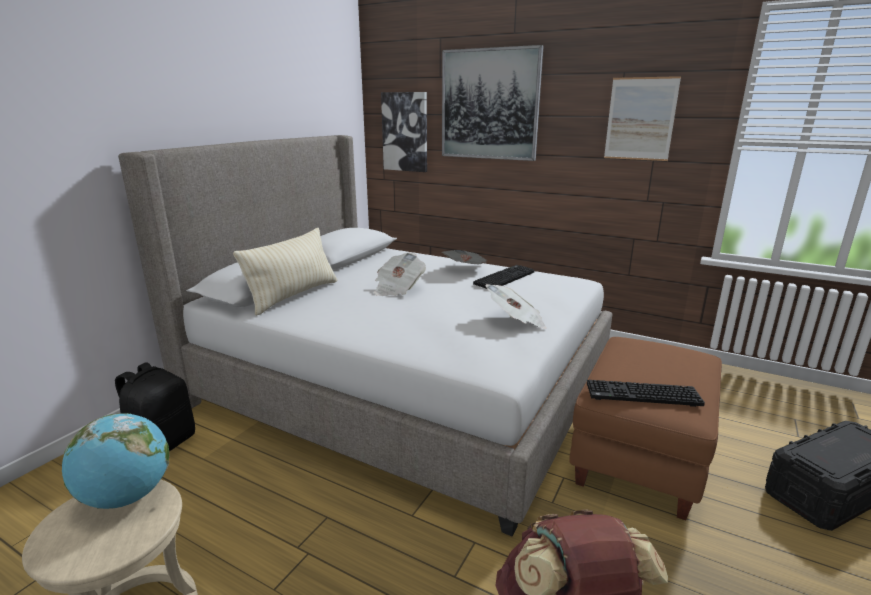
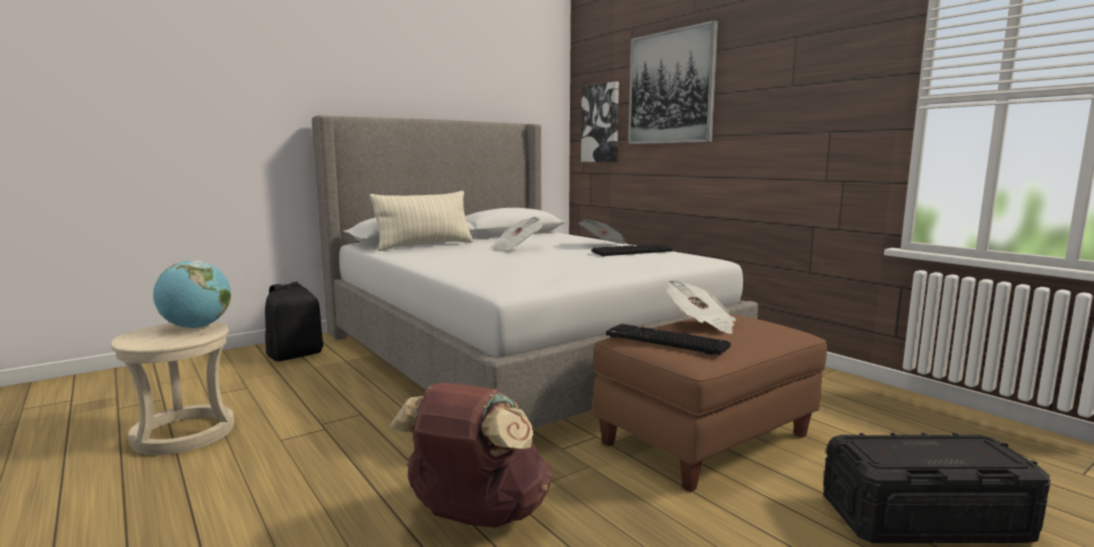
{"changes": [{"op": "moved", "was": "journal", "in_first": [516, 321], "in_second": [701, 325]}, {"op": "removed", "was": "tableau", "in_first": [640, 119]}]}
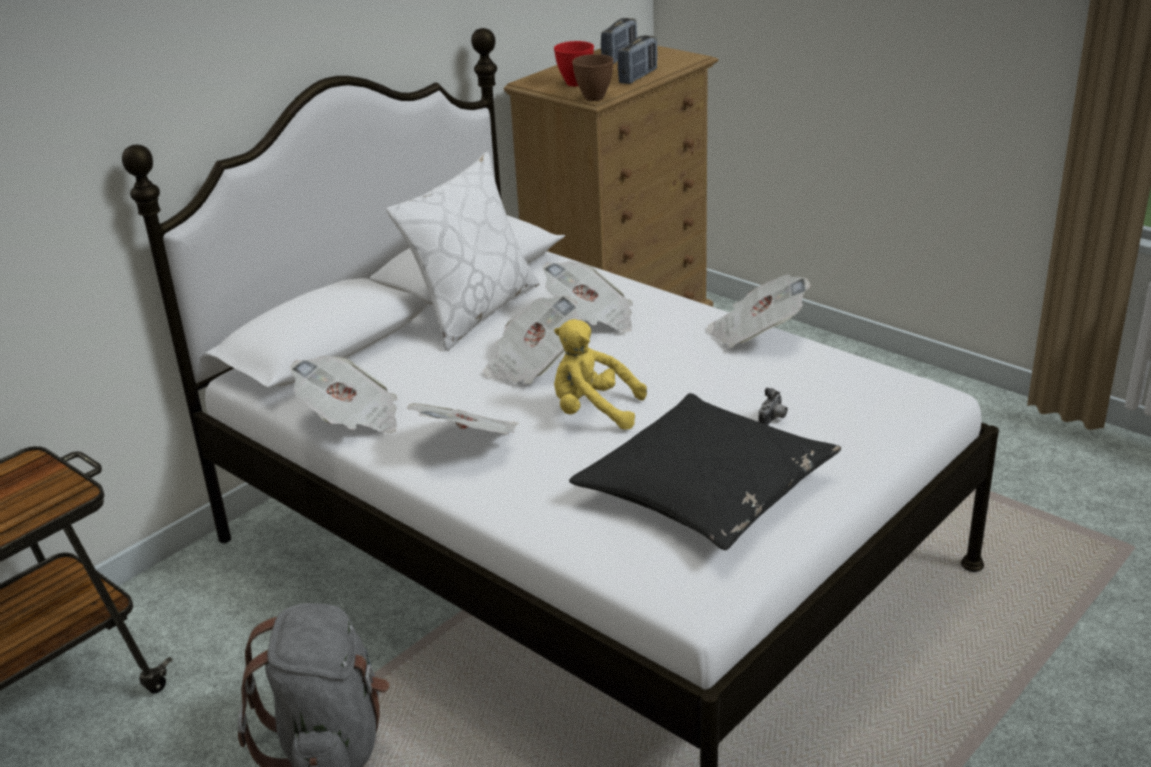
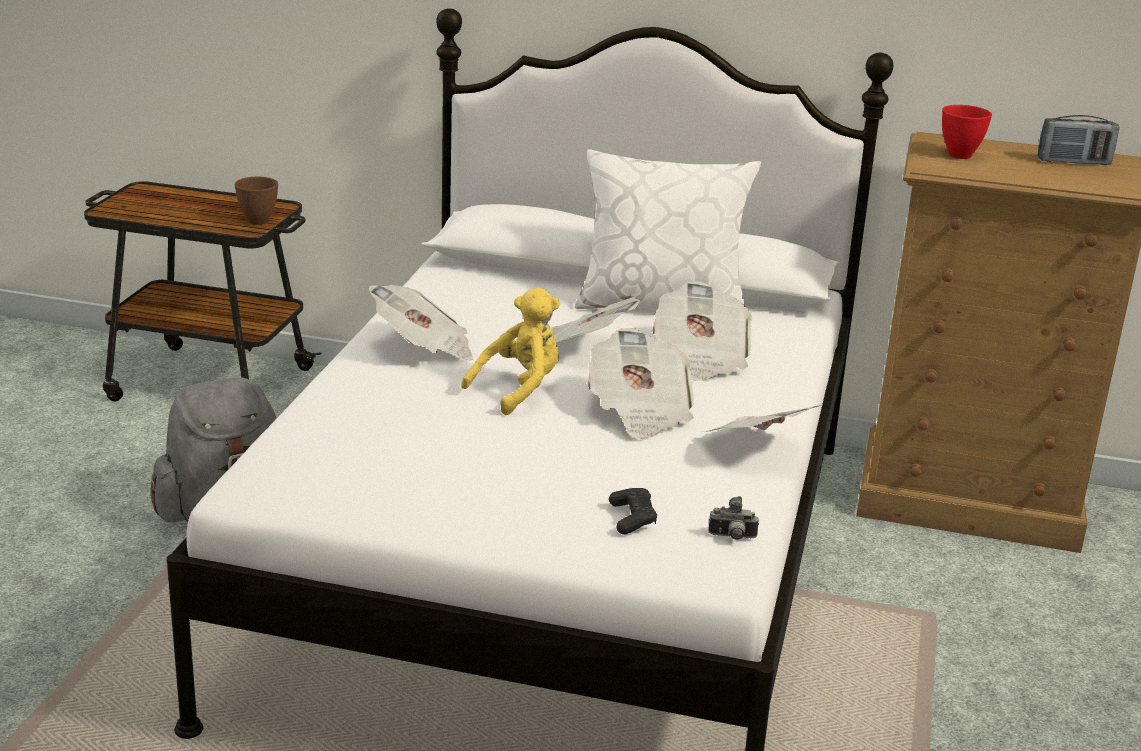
{"changes": [{"op": "moved", "was": "journal", "in_first": [352, 419], "in_second": [639, 411]}, {"op": "turned", "was": "peluche (jaune)", "in_first": [593, 411], "in_second": [519, 390], "clockwise": 60}, {"op": "removed", "was": "coussin (noir)", "in_first": [705, 489]}, {"op": "moved", "was": "bol (marron)", "in_first": [595, 98], "in_second": [258, 221]}, {"op": "removed", "was": "radio", "in_first": [638, 76]}, {"op": "moved", "was": "appareil photo", "in_first": [773, 420], "in_second": [732, 537]}, {"op": "added", "now": "manette (noir)", "in_second": [632, 519]}]}
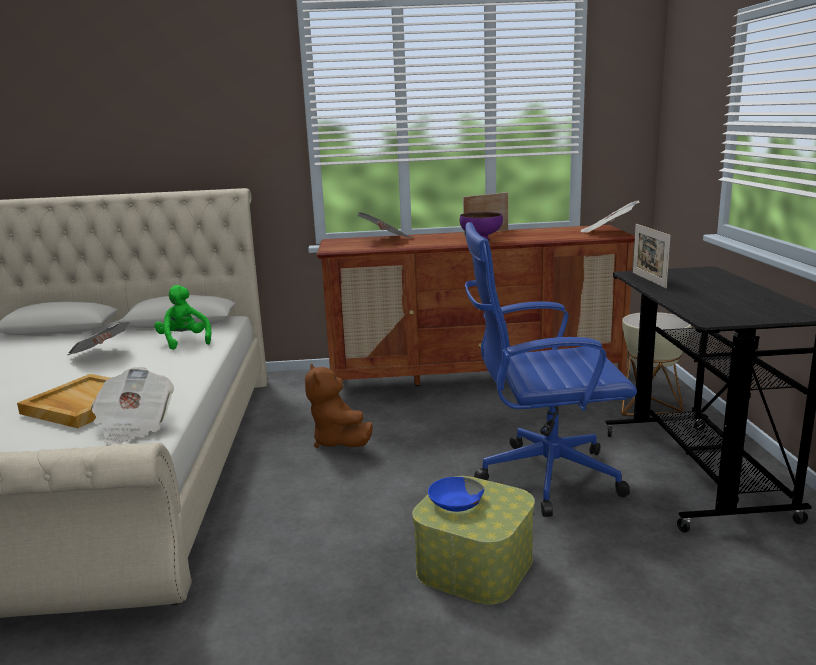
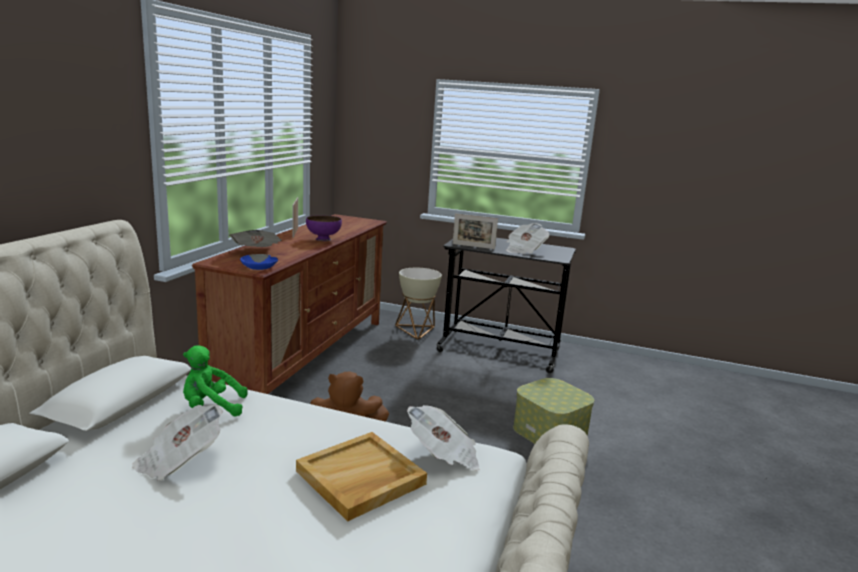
{"changes": [{"op": "moved", "was": "bol (bleu)", "in_first": [455, 503], "in_second": [259, 267]}, {"op": "removed", "was": "chaise de bureau (bleu)", "in_first": [542, 477]}, {"op": "moved", "was": "journal", "in_first": [607, 232], "in_second": [524, 250]}]}
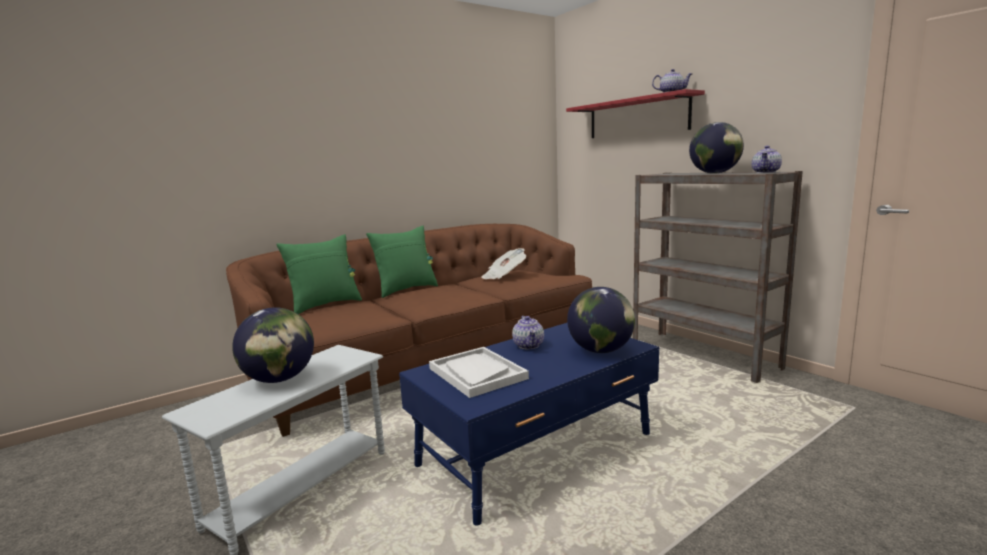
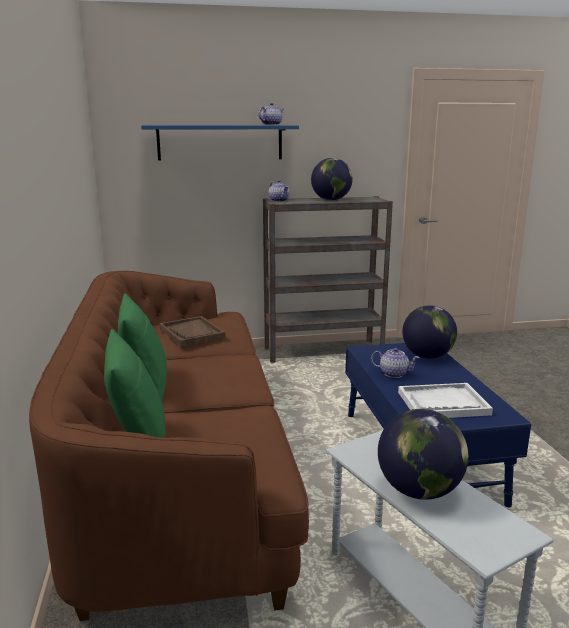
{"changes": [{"op": "replaced", "was": "journal", "now": "plateau (marron)", "in_first": [504, 276], "in_second": [191, 333]}, {"op": "recoloured", "was": "étagère (rouge)", "now": "étagère (bleu)", "in_first": [637, 117], "in_second": [220, 142]}, {"op": "moved", "was": "théière", "in_first": [766, 172], "in_second": [279, 201]}]}
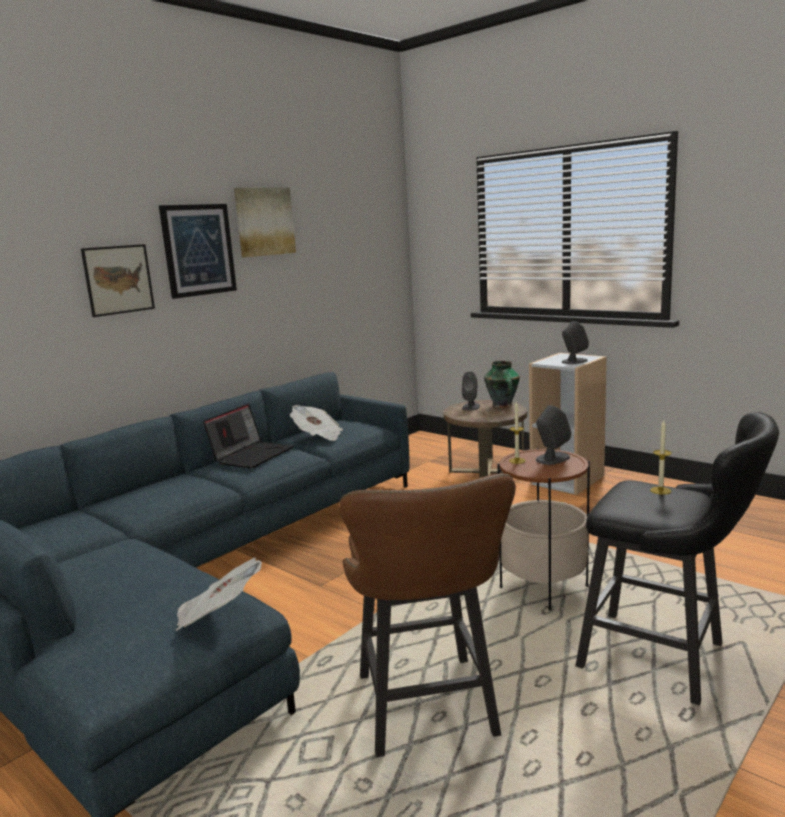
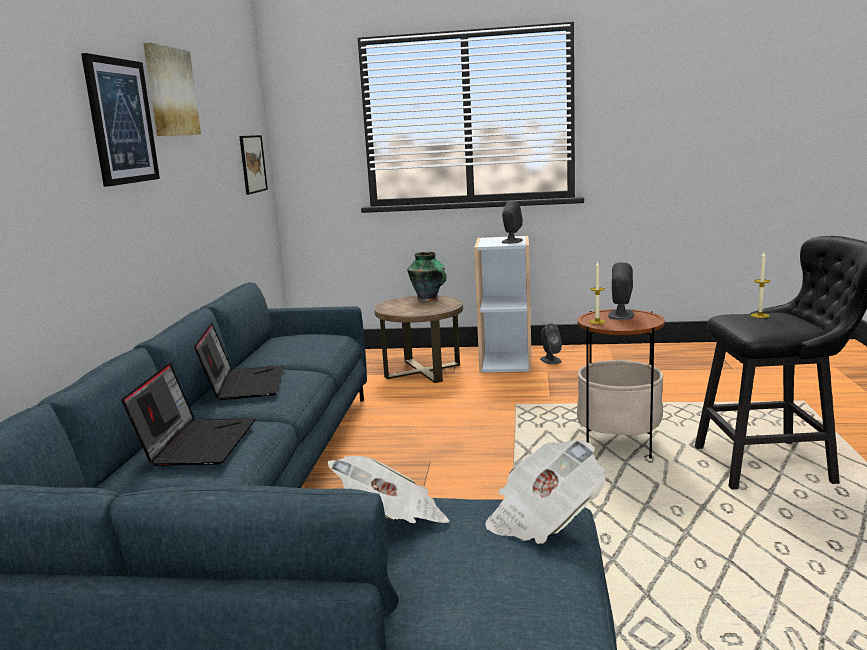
{"changes": [{"op": "moved", "was": "tableau", "in_first": [118, 279], "in_second": [252, 164]}, {"op": "moved", "was": "journal", "in_first": [318, 436], "in_second": [392, 518]}, {"op": "removed", "was": "tabouret (marron)", "in_first": [429, 718]}, {"op": "moved", "was": "enceinte (gris)", "in_first": [471, 407], "in_second": [550, 360]}, {"op": "added", "now": "ordinateur portable", "in_second": [198, 442]}]}
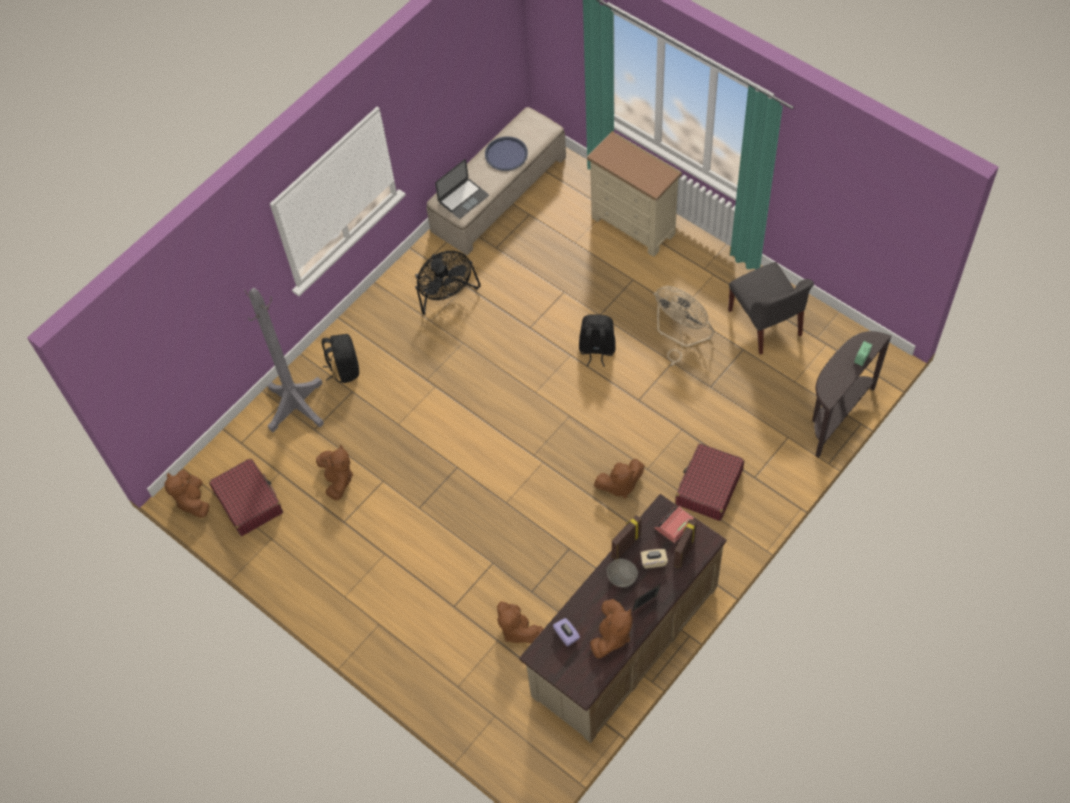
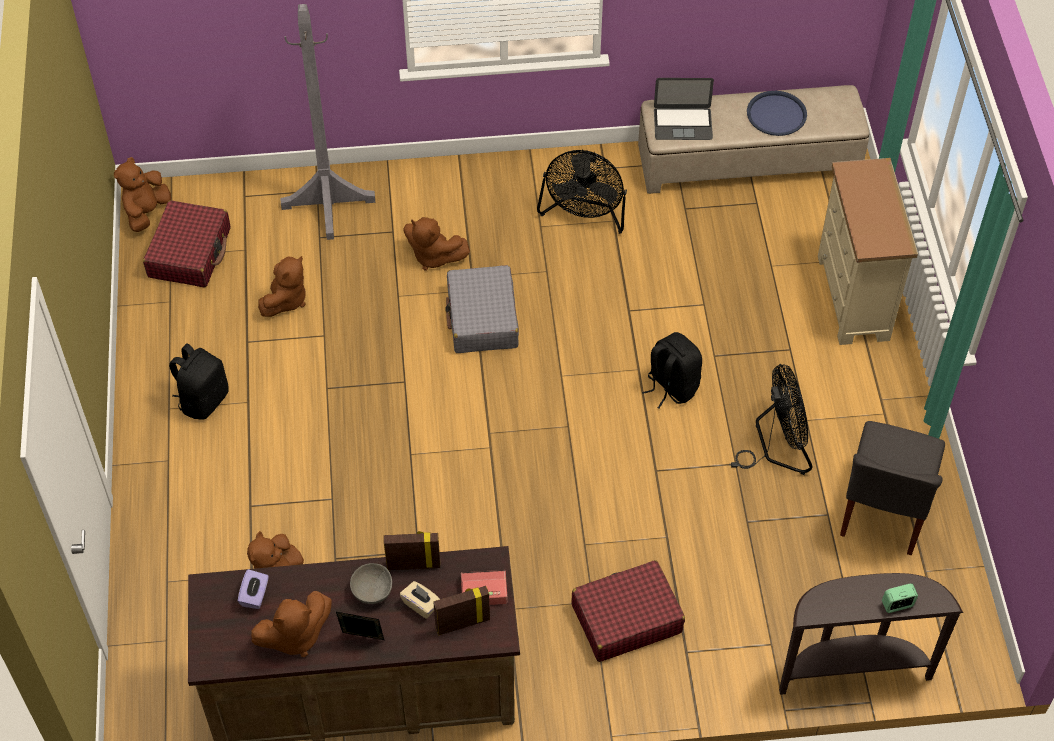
{"changes": [{"op": "moved", "was": "sac à dos (noir)", "in_first": [344, 369], "in_second": [203, 400]}, {"op": "moved", "was": "peluche (marron)", "in_first": [619, 485], "in_second": [433, 256]}, {"op": "recoloured", "was": "ventilateur (beige)", "now": "ventilateur (noir)", "in_first": [678, 334], "in_second": [775, 442]}, {"op": "added", "now": "valise (gris)", "in_second": [482, 318]}]}
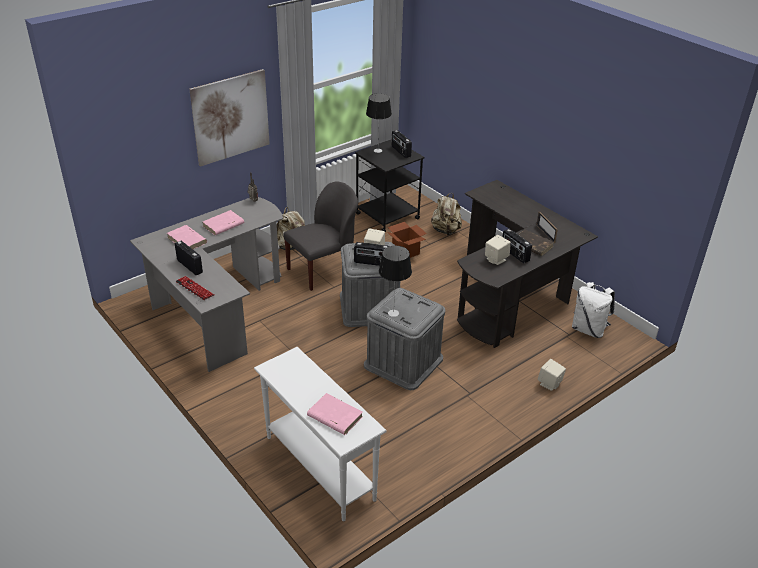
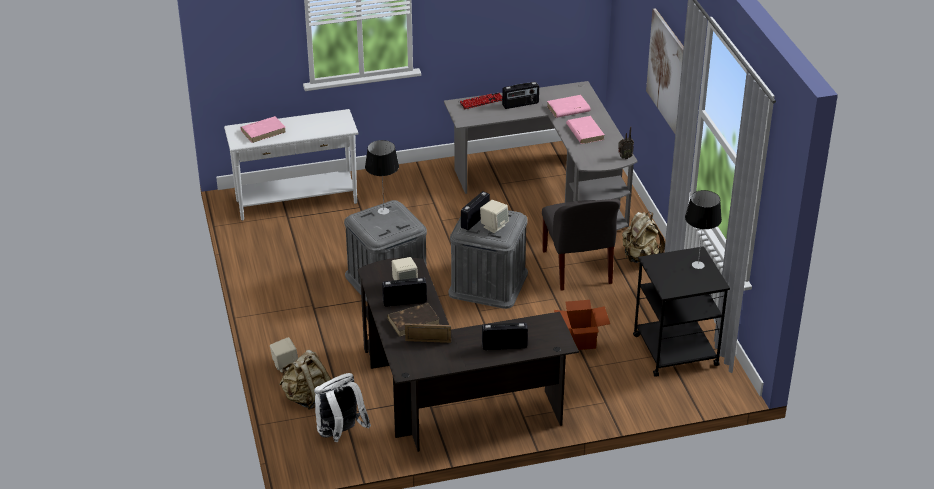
{"changes": [{"op": "moved", "was": "radio", "in_first": [400, 152], "in_second": [504, 346]}, {"op": "moved", "was": "sac à dos (beige)", "in_first": [446, 231], "in_second": [306, 398]}]}
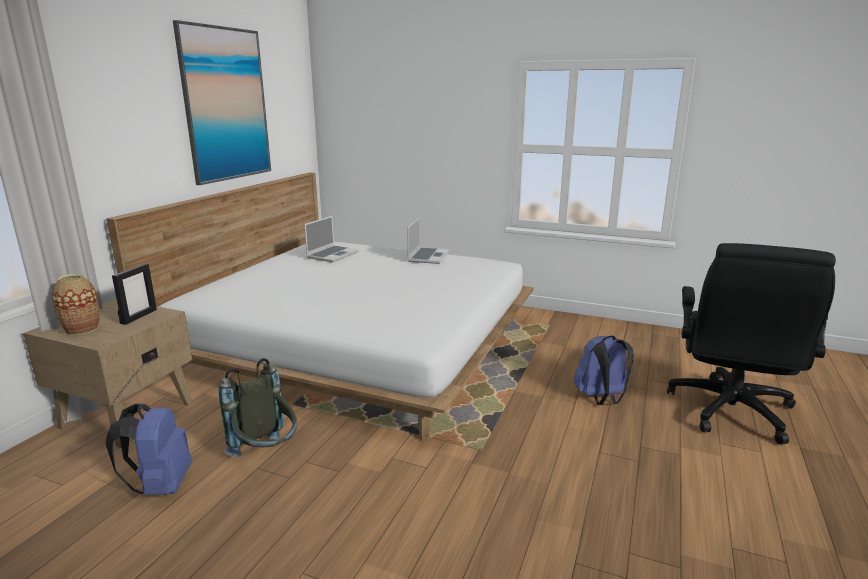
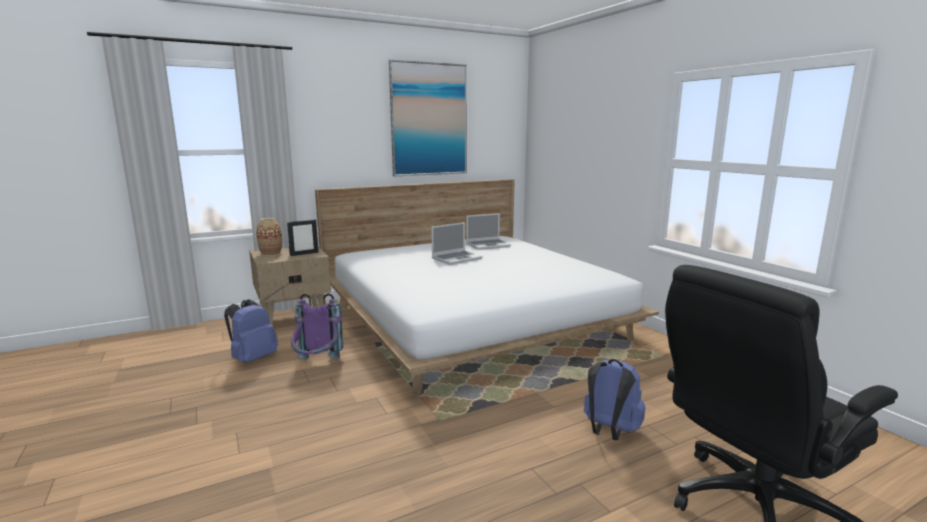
{"changes": [{"op": "recoloured", "was": "sac à dos (gris)", "now": "sac à dos (violet)", "in_first": [267, 455], "in_second": [317, 365]}, {"op": "moved", "was": "ordinateur portable", "in_first": [428, 256], "in_second": [457, 258]}]}
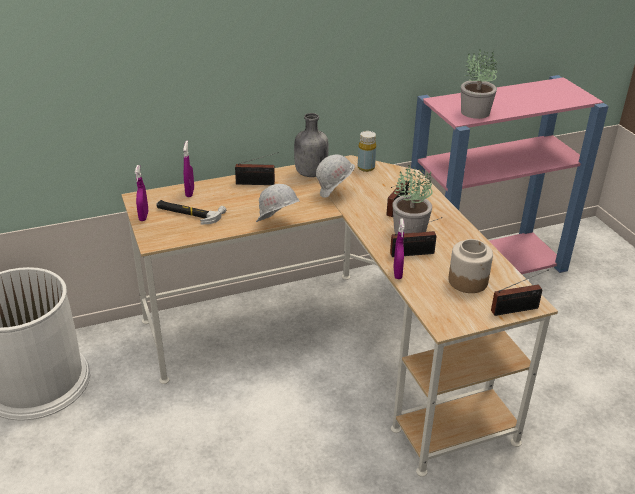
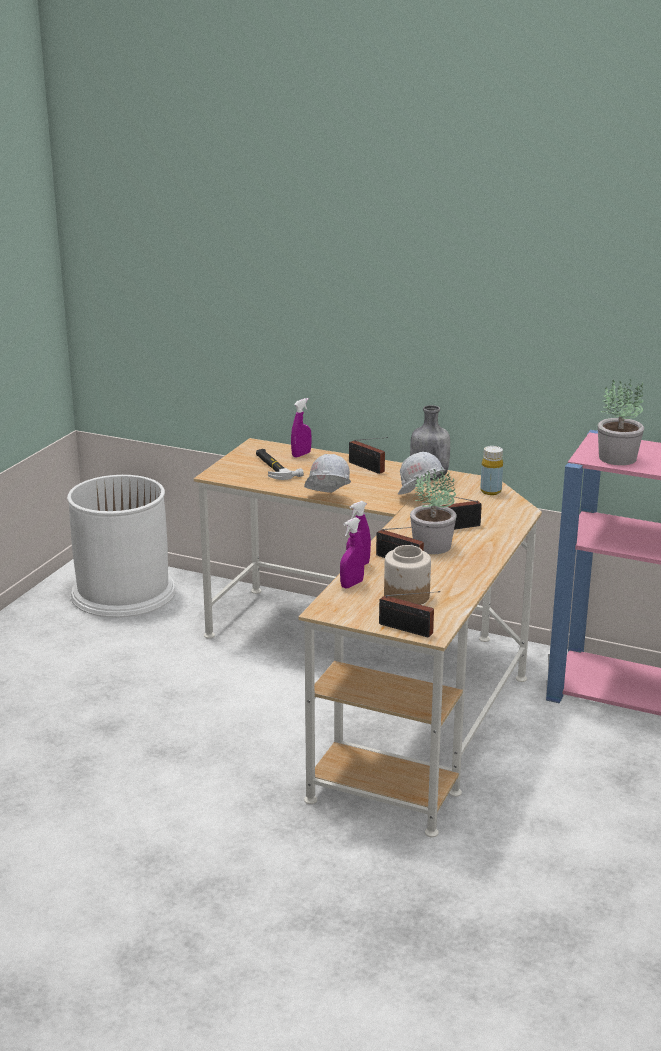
{"changes": [{"op": "moved", "was": "vaporisateur (violet)", "in_first": [143, 216], "in_second": [352, 584]}]}
